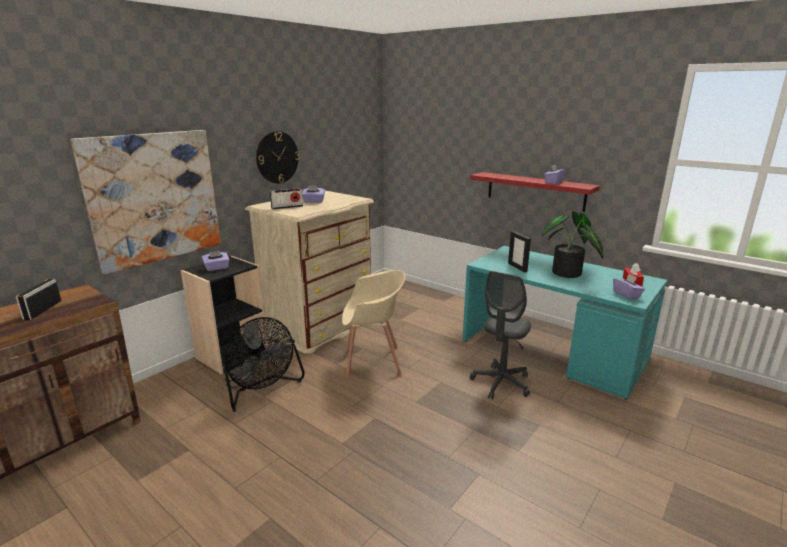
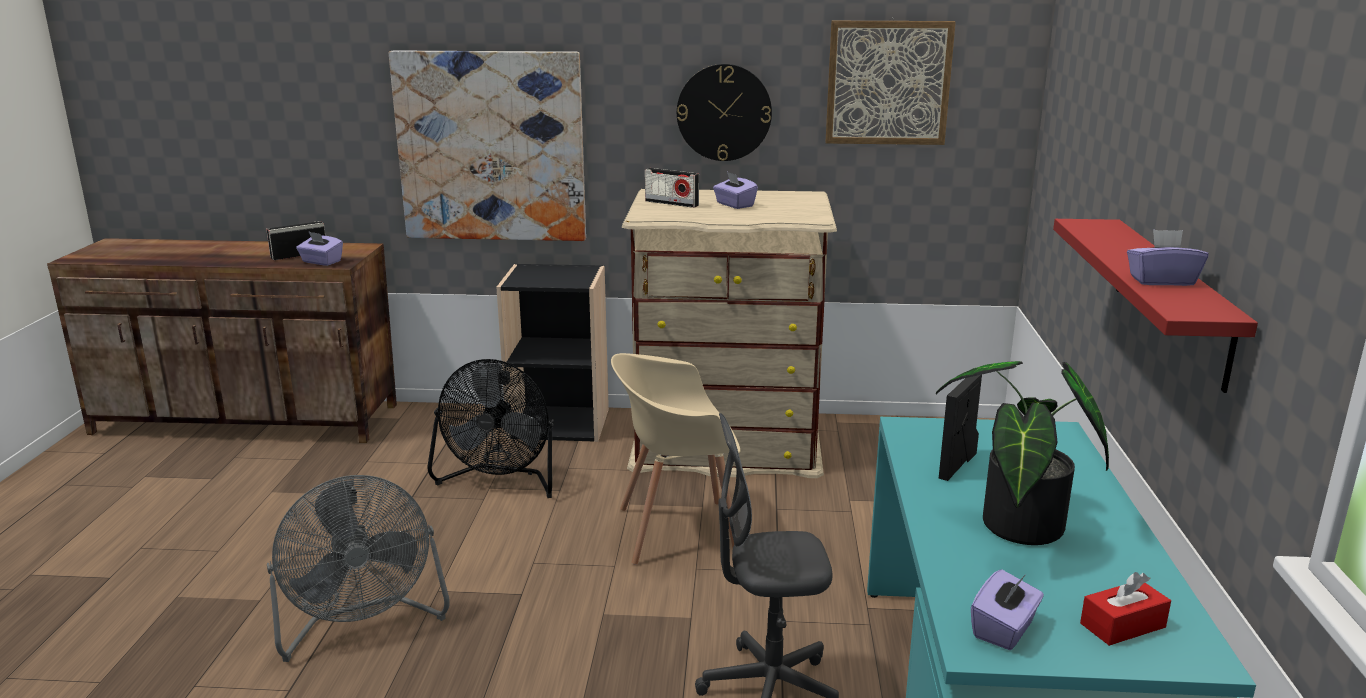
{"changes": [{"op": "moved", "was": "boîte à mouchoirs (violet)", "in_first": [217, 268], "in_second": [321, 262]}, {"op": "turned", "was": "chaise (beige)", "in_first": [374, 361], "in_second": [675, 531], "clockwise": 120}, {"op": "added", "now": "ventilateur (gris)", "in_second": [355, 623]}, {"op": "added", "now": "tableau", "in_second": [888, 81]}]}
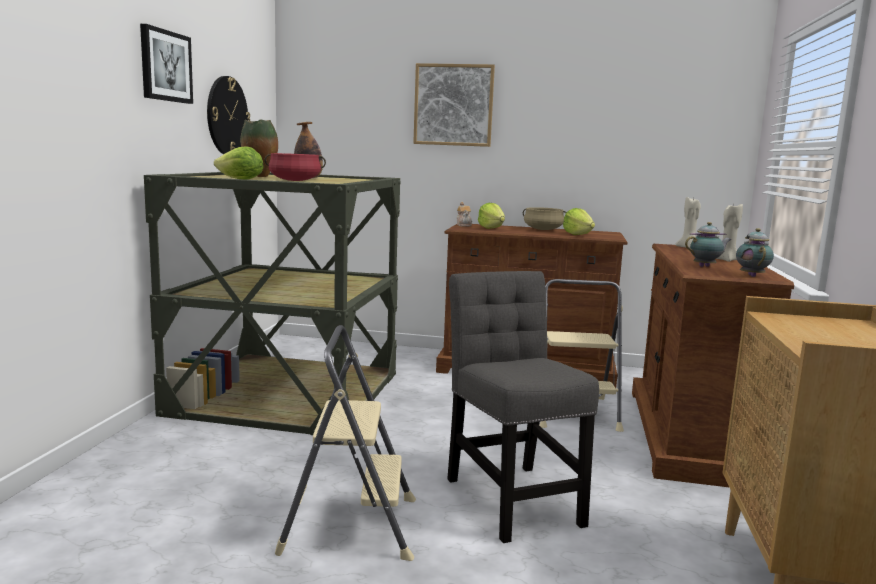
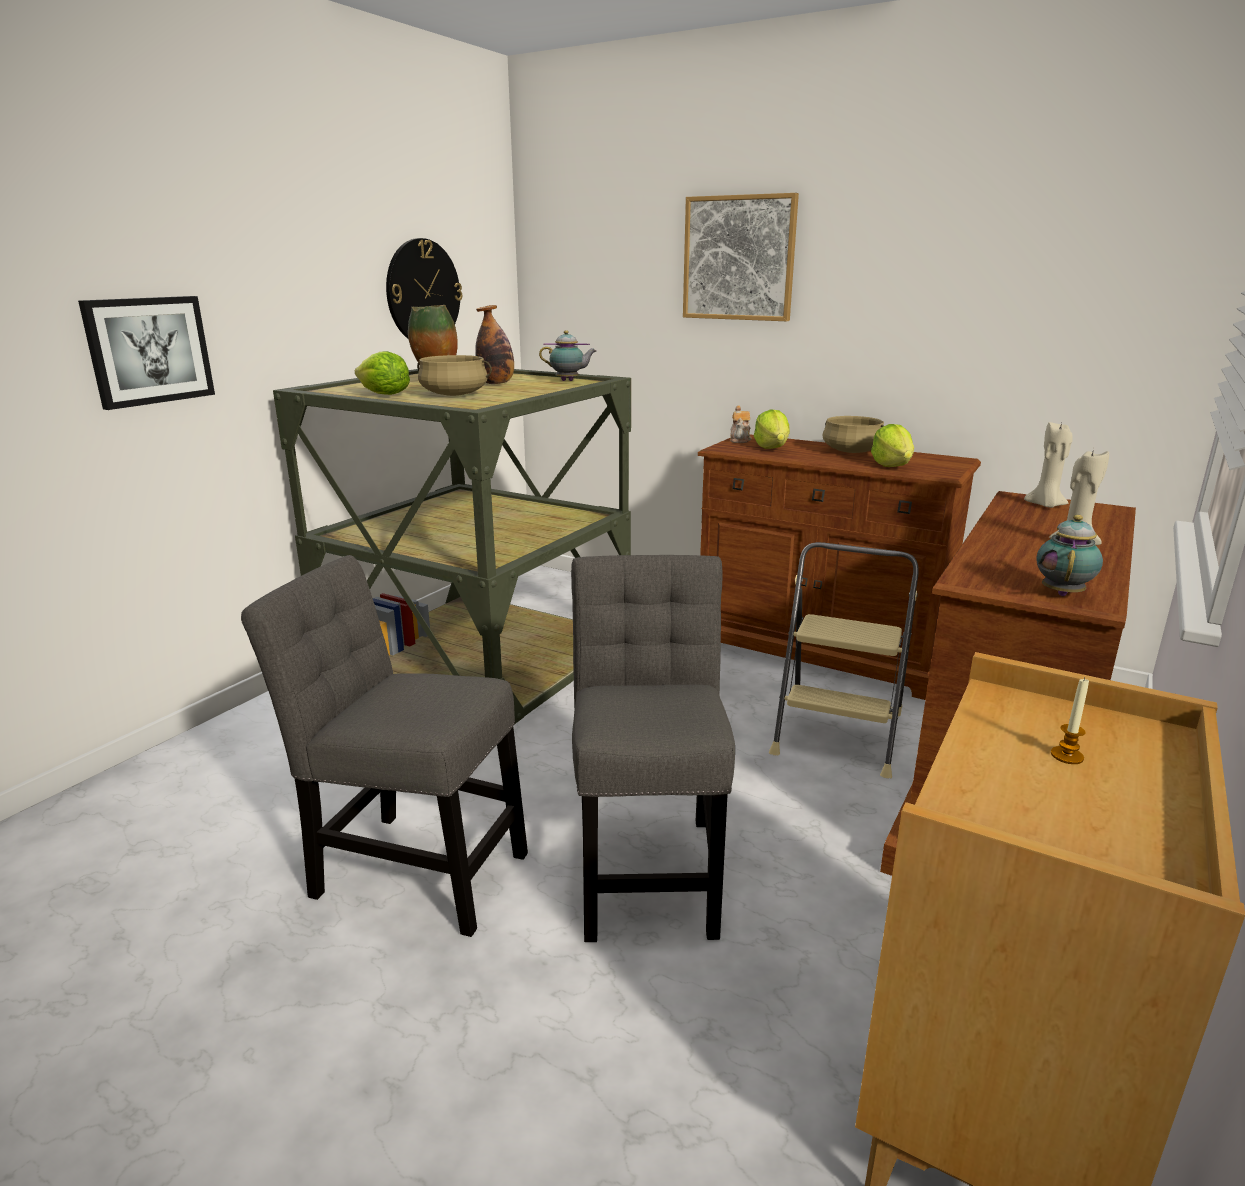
{"changes": [{"op": "moved", "was": "tableau", "in_first": [165, 66], "in_second": [148, 350]}, {"op": "recoloured", "was": "marmite (rouge)", "now": "marmite (beige)", "in_first": [295, 181], "in_second": [454, 394]}, {"op": "replaced", "was": "escabeau (beige)", "now": "chaise (gris)", "in_first": [343, 524], "in_second": [412, 870]}, {"op": "moved", "was": "théière", "in_first": [706, 266], "in_second": [569, 381]}, {"op": "added", "now": "bougie", "in_second": [1067, 756]}]}
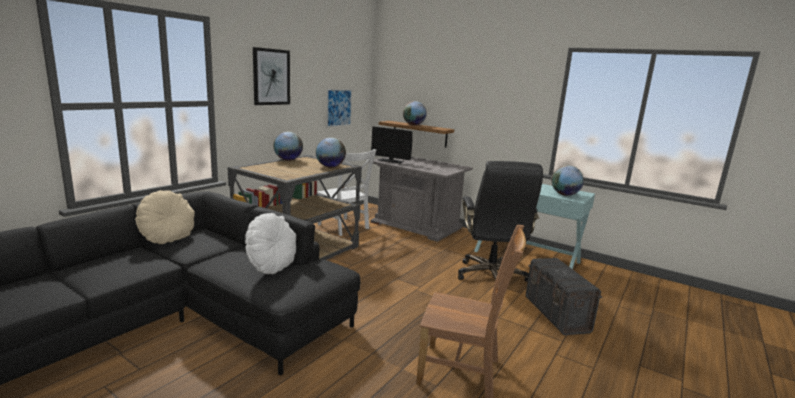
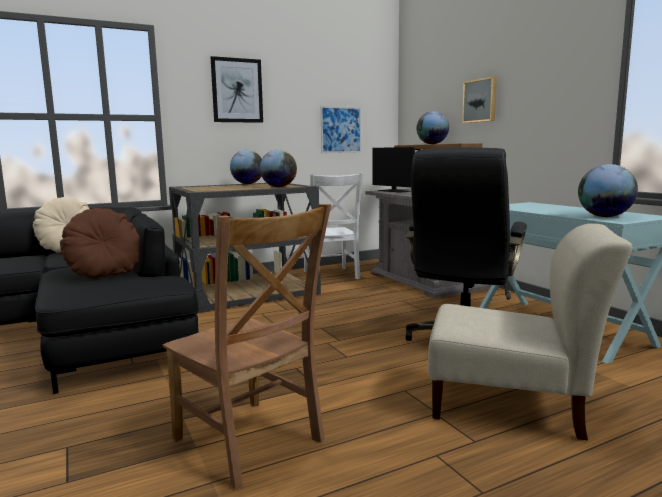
{"changes": [{"op": "recoloured", "was": "coussin (blanc)", "now": "coussin (marron)", "in_first": [272, 268], "in_second": [105, 275]}, {"op": "replaced", "was": "boîte de rangement (gris)", "now": "chaise (beige)", "in_first": [556, 314], "in_second": [513, 405]}, {"op": "added", "now": "tableau", "in_second": [480, 100]}]}
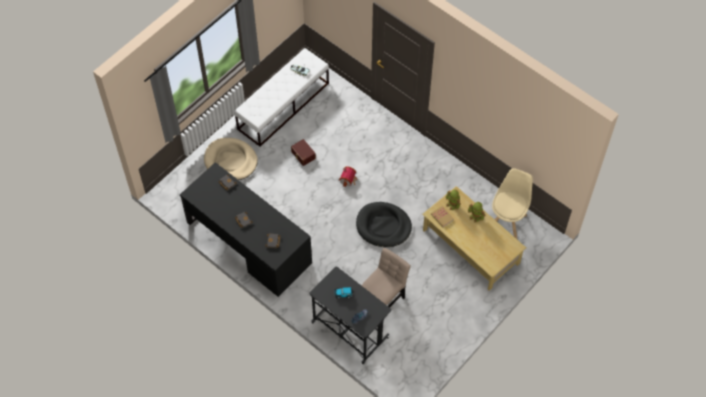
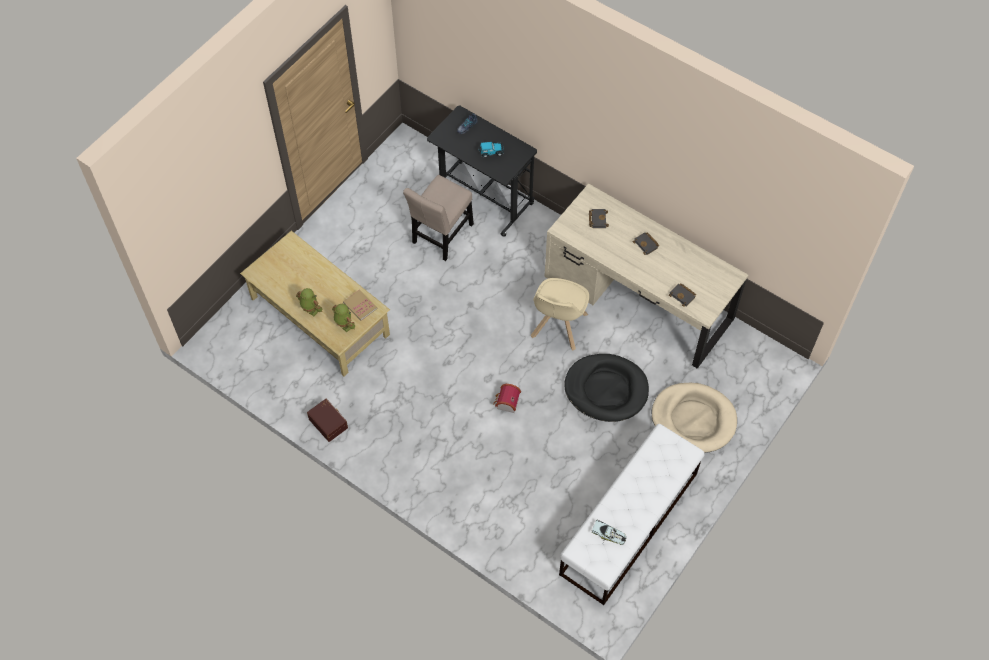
{"changes": [{"op": "recoloured", "was": "bureau (noir)", "now": "bureau (beige)", "in_first": [248, 243], "in_second": [638, 298]}, {"op": "moved", "was": "boîte de rangement (marron)", "in_first": [303, 155], "in_second": [329, 423]}, {"op": "moved", "was": "panier pour chien (noir)", "in_first": [383, 226], "in_second": [606, 389]}, {"op": "moved", "was": "chaise (beige)", "in_first": [508, 219], "in_second": [558, 327]}]}
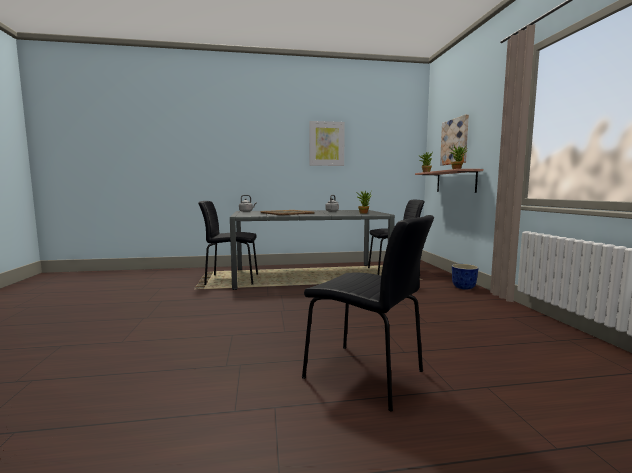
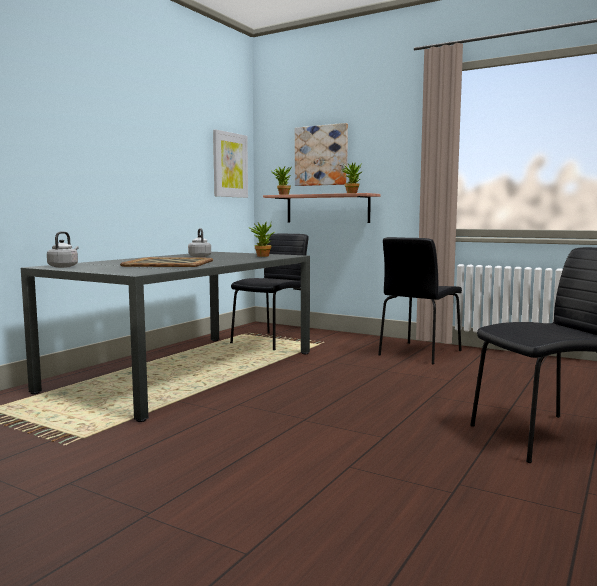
{"changes": [{"op": "moved", "was": "chaise (noir)", "in_first": [230, 280], "in_second": [418, 353]}, {"op": "moved", "was": "tableau", "in_first": [326, 144], "in_second": [230, 165]}, {"op": "removed", "was": "cache-pot", "in_first": [463, 287]}]}
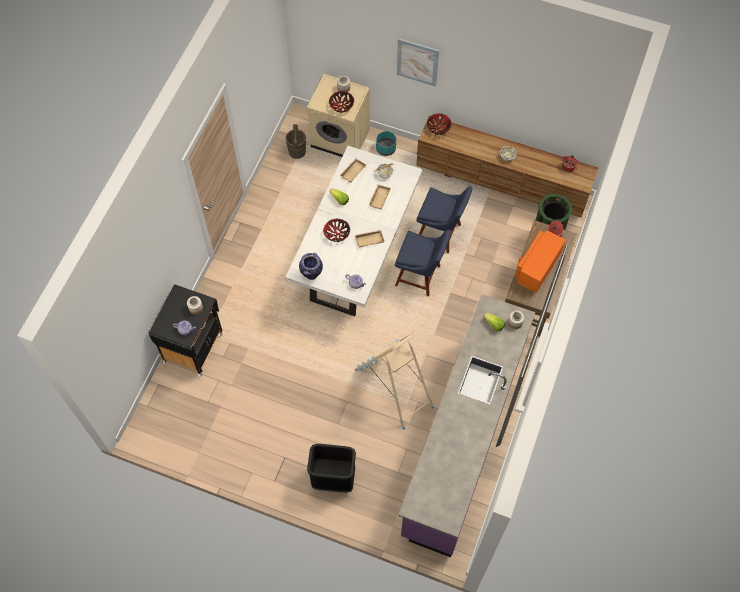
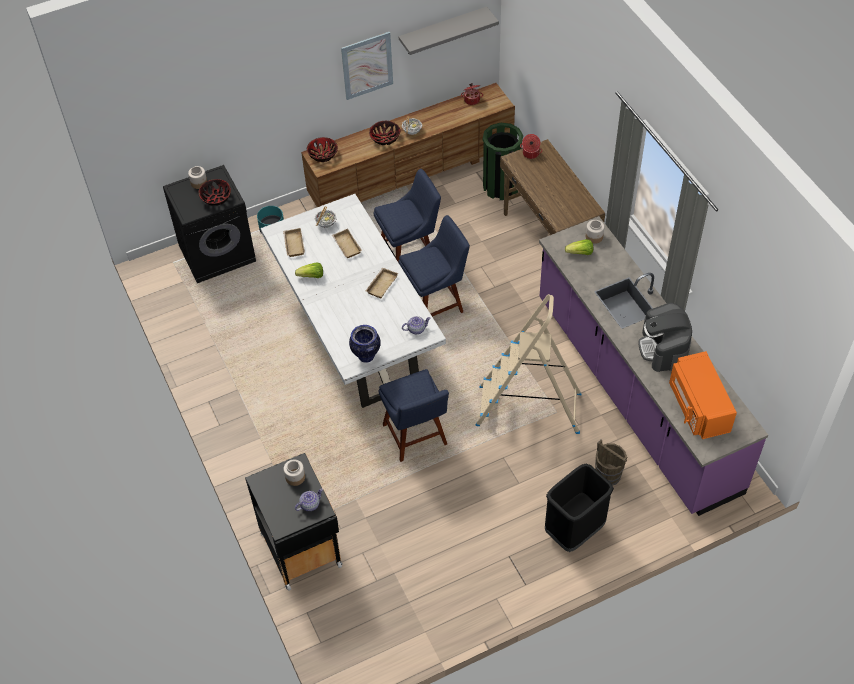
{"changes": [{"op": "moved", "was": "seau (marron)", "in_first": [297, 151], "in_second": [607, 475]}, {"op": "recoloured", "was": "lave-linge (beige)", "now": "lave-linge (noir)", "in_first": [340, 139], "in_second": [218, 255]}, {"op": "moved", "was": "bol", "in_first": [336, 234], "in_second": [385, 138]}, {"op": "moved", "was": "tableau", "in_first": [417, 62], "in_second": [367, 65]}, {"op": "moved", "was": "micro-ondes (orange)", "in_first": [537, 267], "in_second": [698, 407]}, {"op": "added", "now": "chaise (bleu)", "in_second": [416, 437]}, {"op": "added", "now": "étagère (gris)", "in_second": [443, 31]}, {"op": "added", "now": "machine à café", "in_second": [663, 348]}]}
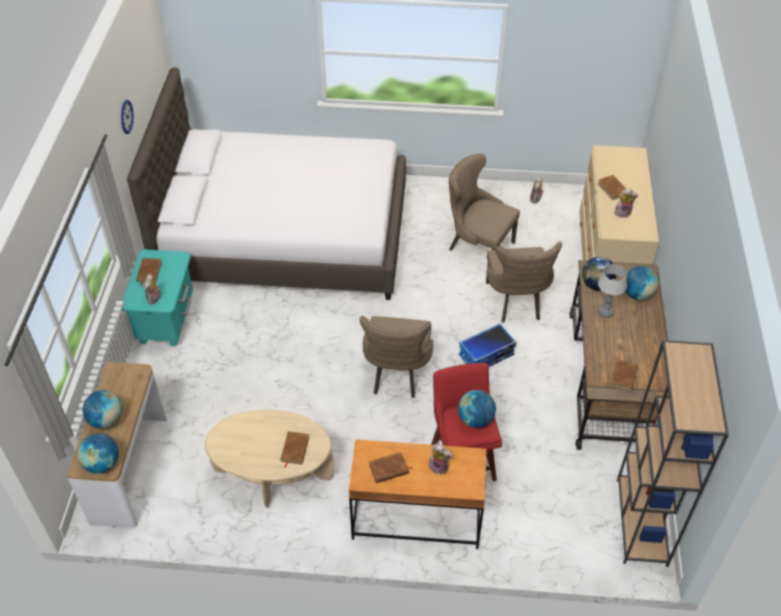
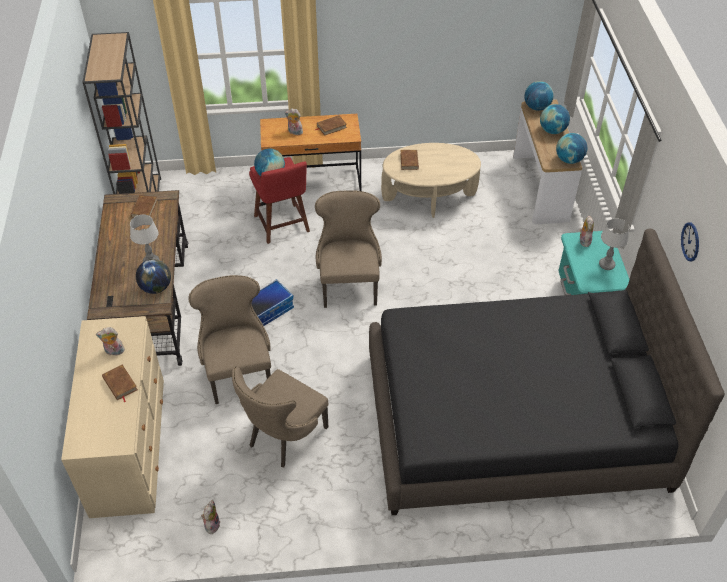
{"changes": [{"op": "recoloured", "was": "lit (blanc)", "now": "lit (noir)", "in_first": [284, 234], "in_second": [514, 420]}, {"op": "replaced", "was": "livre (marron)", "now": "lampe de table", "in_first": [149, 272], "in_second": [607, 265]}, {"op": "turned", "was": "chaise (beige)", "in_first": [478, 247], "in_second": [284, 436], "clockwise": 105}, {"op": "moved", "was": "globe", "in_first": [637, 294], "in_second": [569, 160]}]}
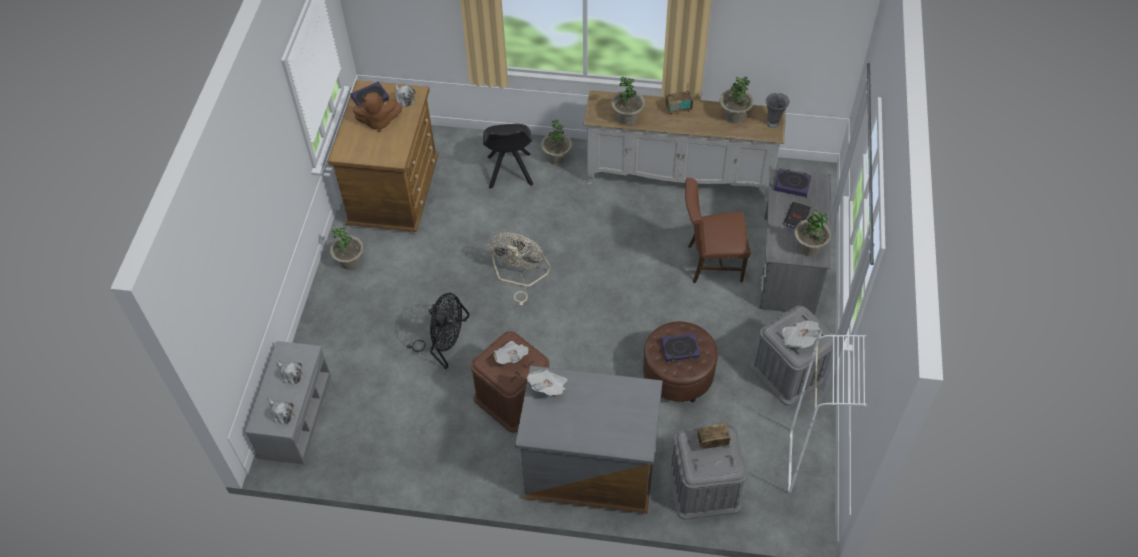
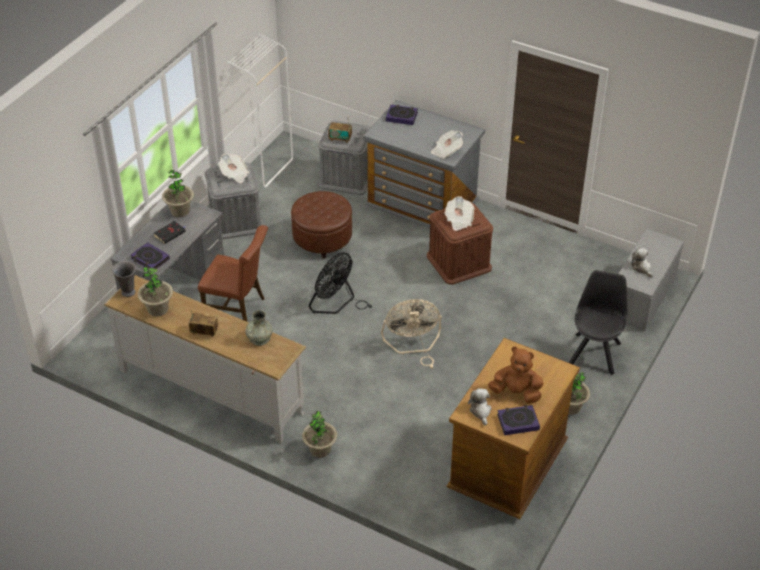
{"changes": [{"op": "removed", "was": "peluche", "in_first": [281, 413]}, {"op": "moved", "was": "ventilateur (noir)", "in_first": [443, 343], "in_second": [340, 301]}, {"op": "moved", "was": "chaise (noir)", "in_first": [509, 172], "in_second": [595, 352]}, {"op": "turned", "was": "ventilateur (beige)", "in_first": [518, 277], "in_second": [414, 346], "clockwise": 135}, {"op": "replaced", "was": "plante en pot", "now": "vase (gris)", "in_first": [627, 118], "in_second": [259, 337]}, {"op": "moved", "was": "livre", "in_first": [680, 349], "in_second": [401, 117]}]}
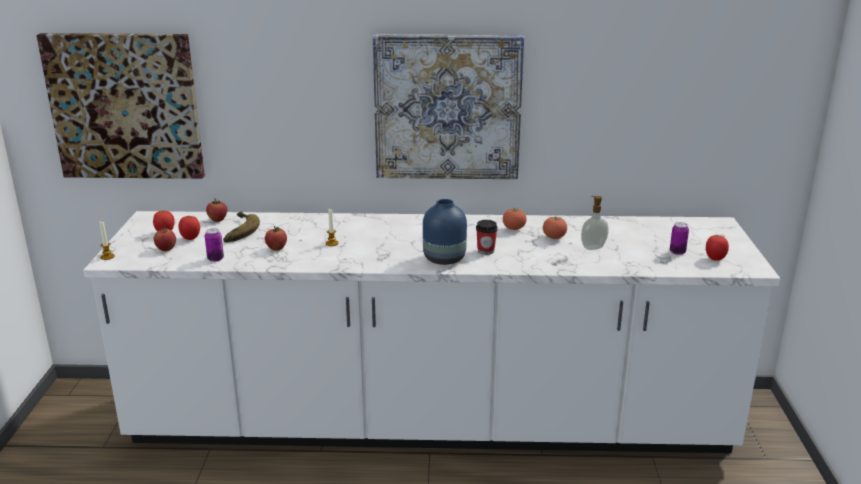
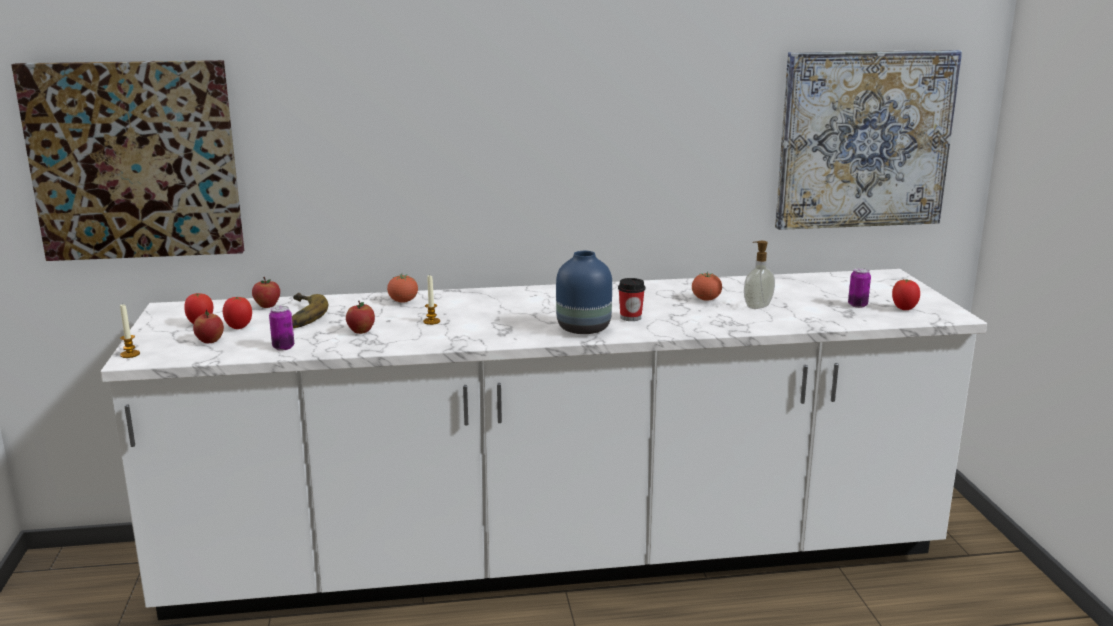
{"changes": [{"op": "moved", "was": "tableau", "in_first": [447, 107], "in_second": [864, 140]}, {"op": "moved", "was": "tomate", "in_first": [514, 229], "in_second": [403, 301]}]}
